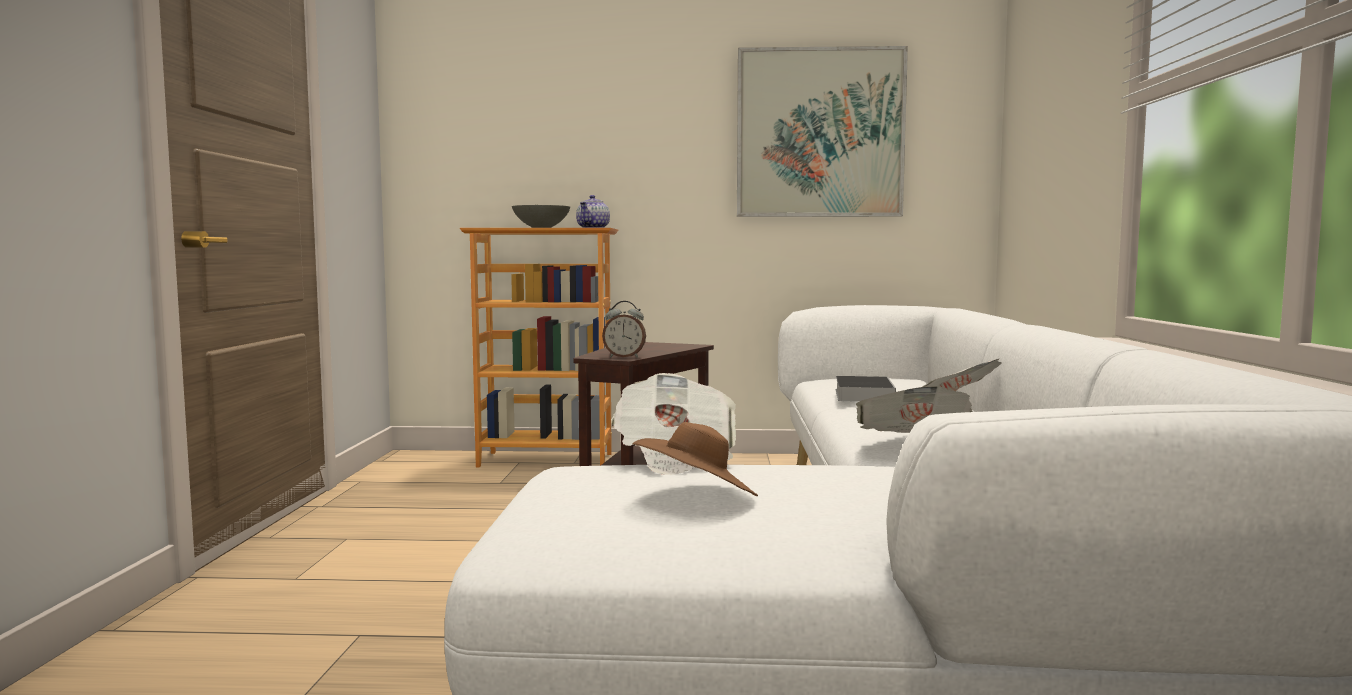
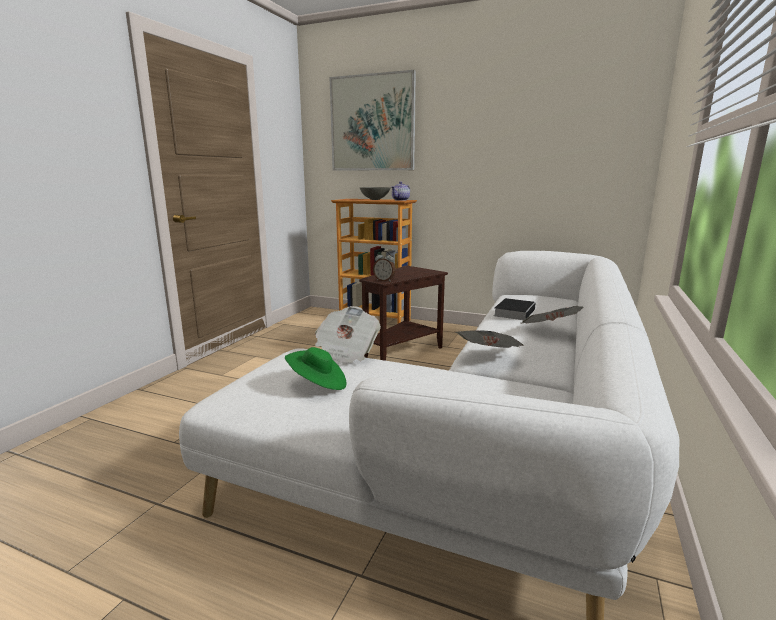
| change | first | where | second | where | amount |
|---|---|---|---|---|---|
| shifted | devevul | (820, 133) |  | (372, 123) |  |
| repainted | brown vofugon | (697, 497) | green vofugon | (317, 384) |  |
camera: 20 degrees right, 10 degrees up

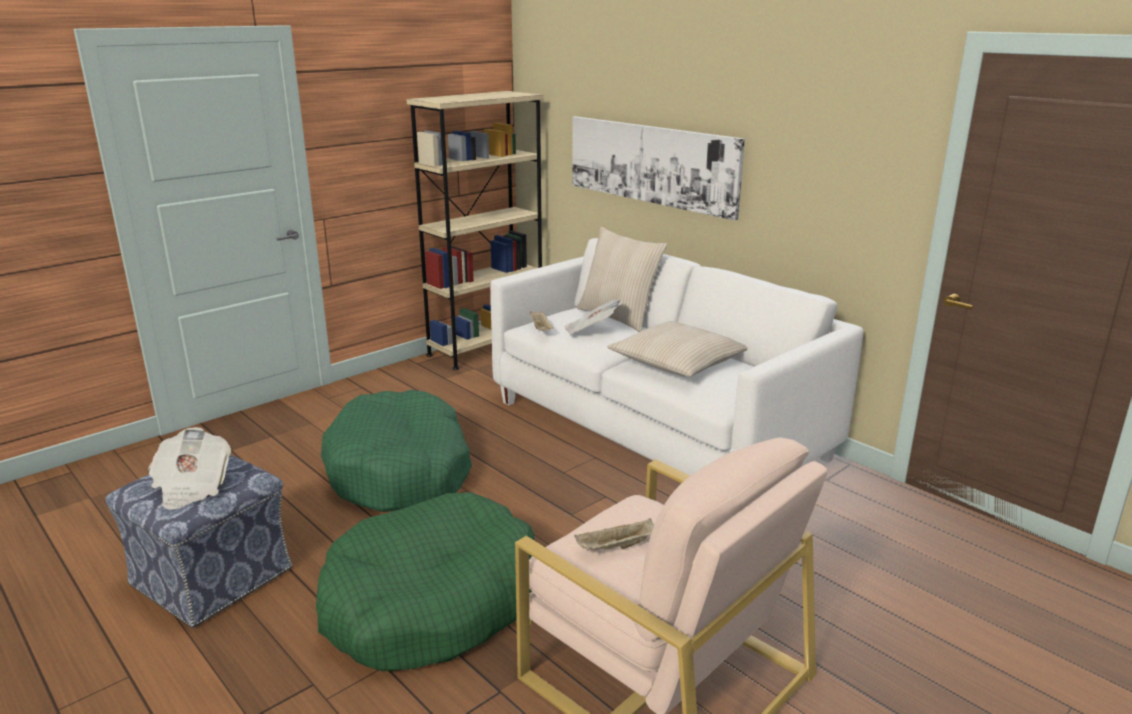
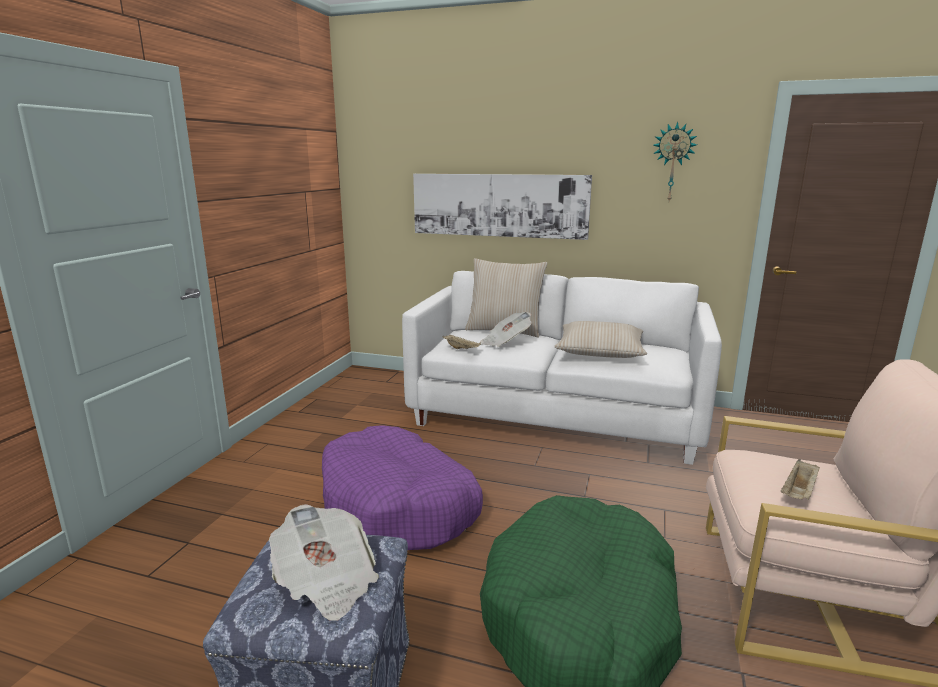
| change | first | where | second | where | amount |
|---|---|---|---|---|---|
| gone | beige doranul | (486, 347) |  |  |  |
| repainted | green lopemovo | (400, 471) | purple lopemovo | (398, 506) |  |
| new |  |  | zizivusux | (673, 163) |  |
camera: 30 degrees left, 5 degrees down

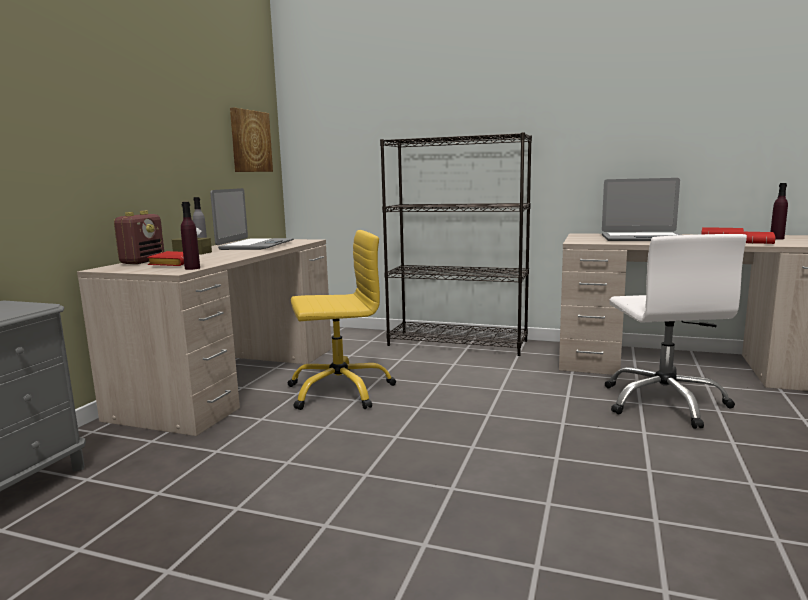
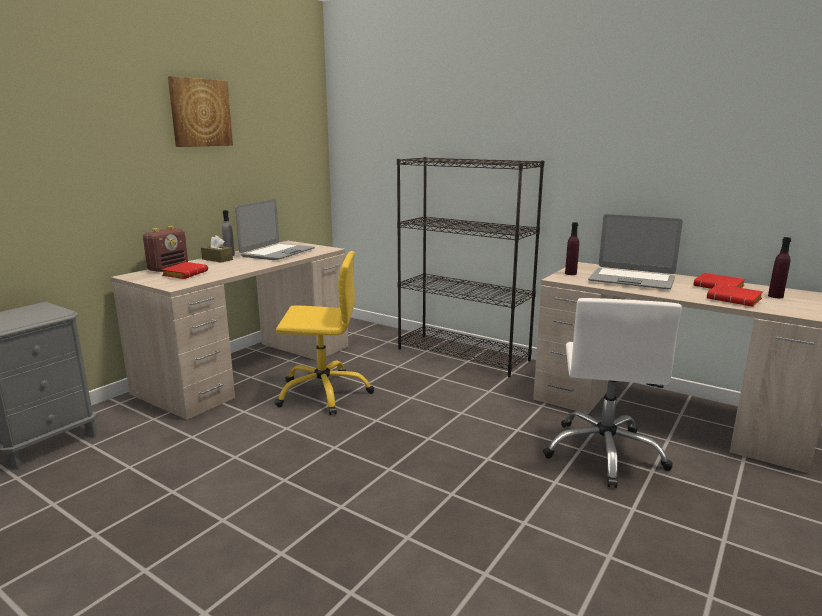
| change | first | where | second | where | amount |
|---|---|---|---|---|---|
| shifted | devevul | (250, 141) |  | (200, 113) |  |
| shifted | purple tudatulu | (192, 268) |  | (570, 273) |  |
camera: 15 degrees right, 5 degrees up

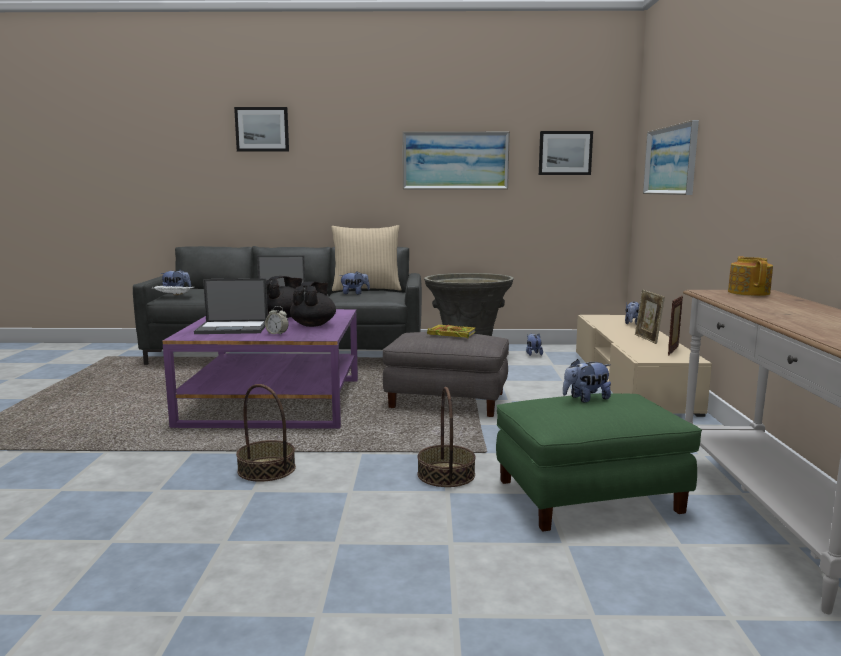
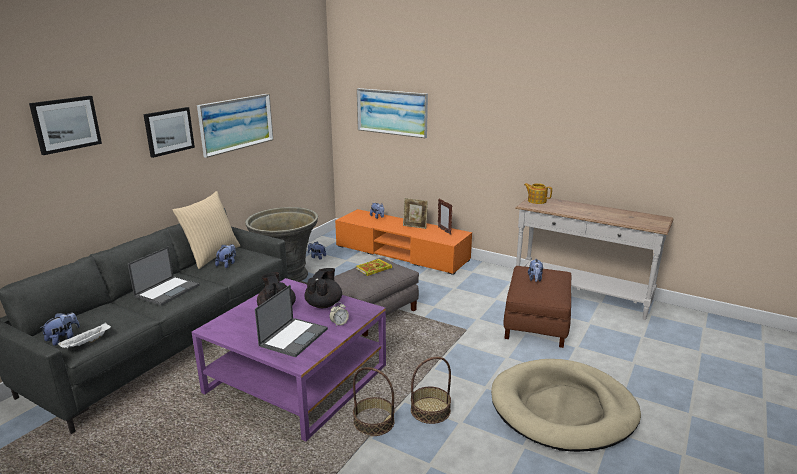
| change | first | where | second | where | amount |
|---|---|---|---|---|---|
| shifted | devevul | (565, 153) |  | (169, 131) |  |
| rotated | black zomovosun | (313, 325) |  | (324, 304) | 60 degrees clockwise |
| repainted | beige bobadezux | (630, 380) | orange bobadezux | (401, 253) |  |
| shifted | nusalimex | (446, 474) |  | (374, 422) |  |
| repainted | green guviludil | (588, 497) | brown guviludil | (537, 324) |  |
| new |  |  | beige lopemovo | (563, 408) |  |
camera: 60 degrees left, 10 degrees up

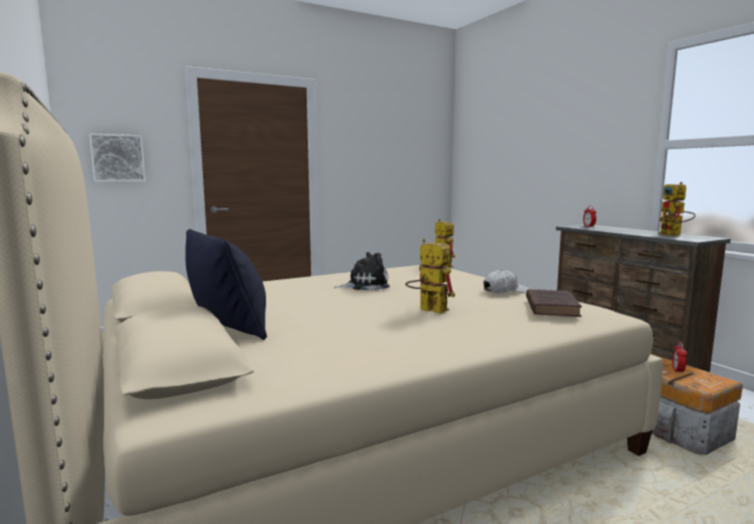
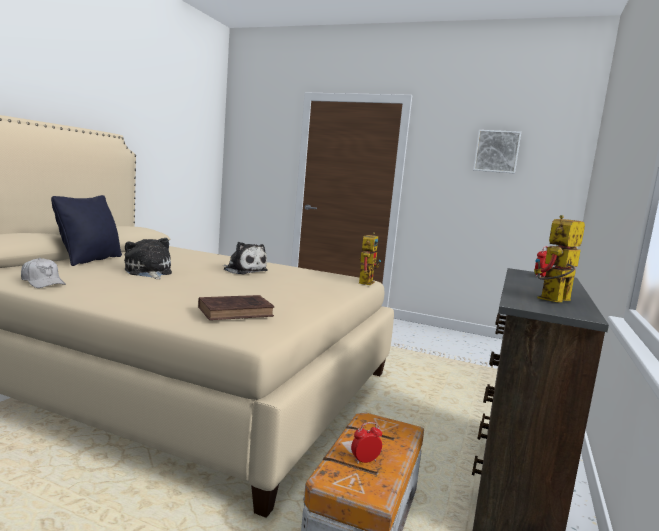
| change | first | where | second | where | amount |
|---|---|---|---|---|---|
| shifted | devevul | (118, 158) |  | (496, 151) |  |
| gone | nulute | (427, 309) |  |  |  |
| shifted | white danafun | (505, 291) |  | (43, 282) |  |
| new |  |  | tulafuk | (148, 272) |  |
camera: 50 degrees right, 0 degrees up

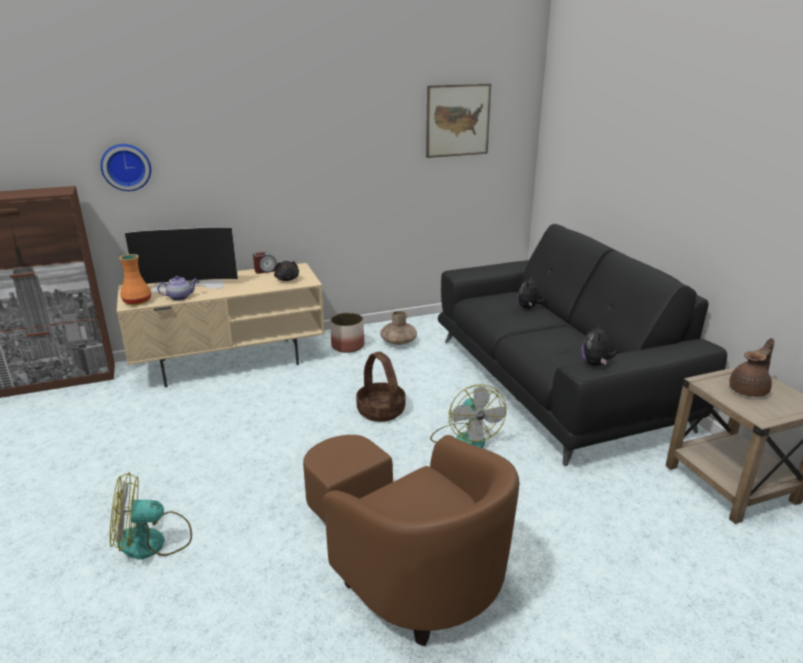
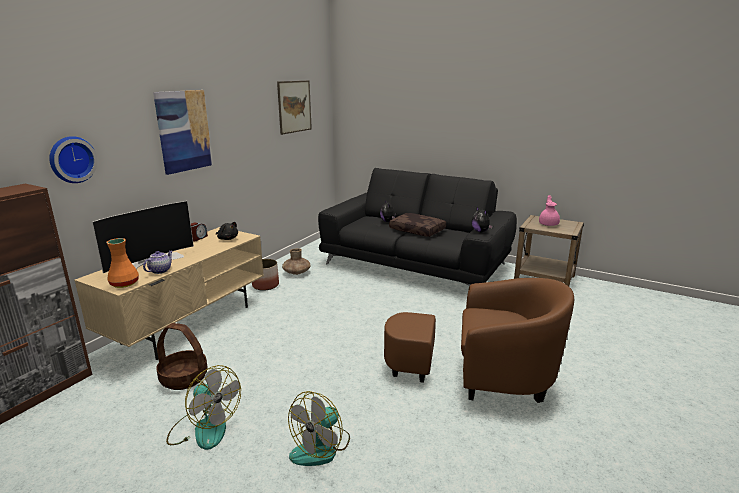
| change | first | where | second | where | amount |
|---|---|---|---|---|---|
| repainted | brown zomovosun | (749, 390) | pink zomovosun | (548, 224) |  |
| shifted | nusalimex | (381, 411) |  | (184, 378) |  |
| shifted | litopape | (465, 440) |  | (204, 428) |  |
| new |  |  | devevul | (184, 131) |  |
| new |  |  | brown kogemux | (418, 230) |  |
camera: 40 degrees left, 5 degrees down

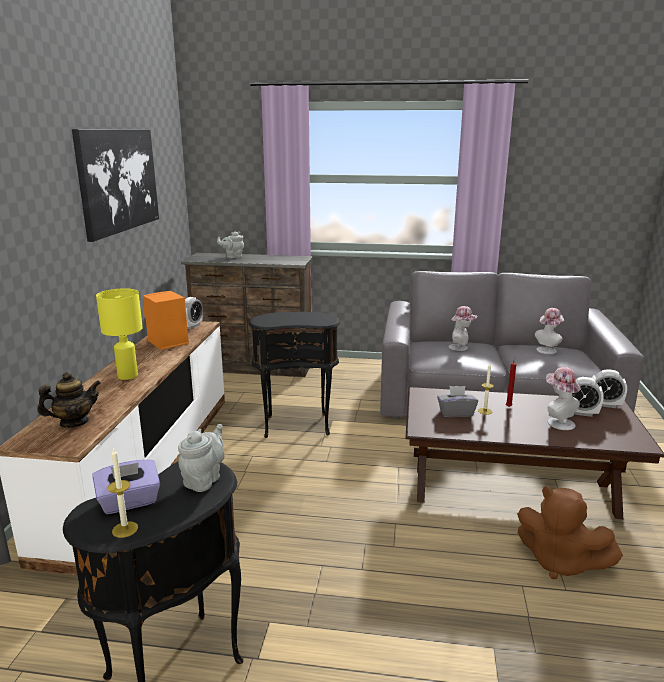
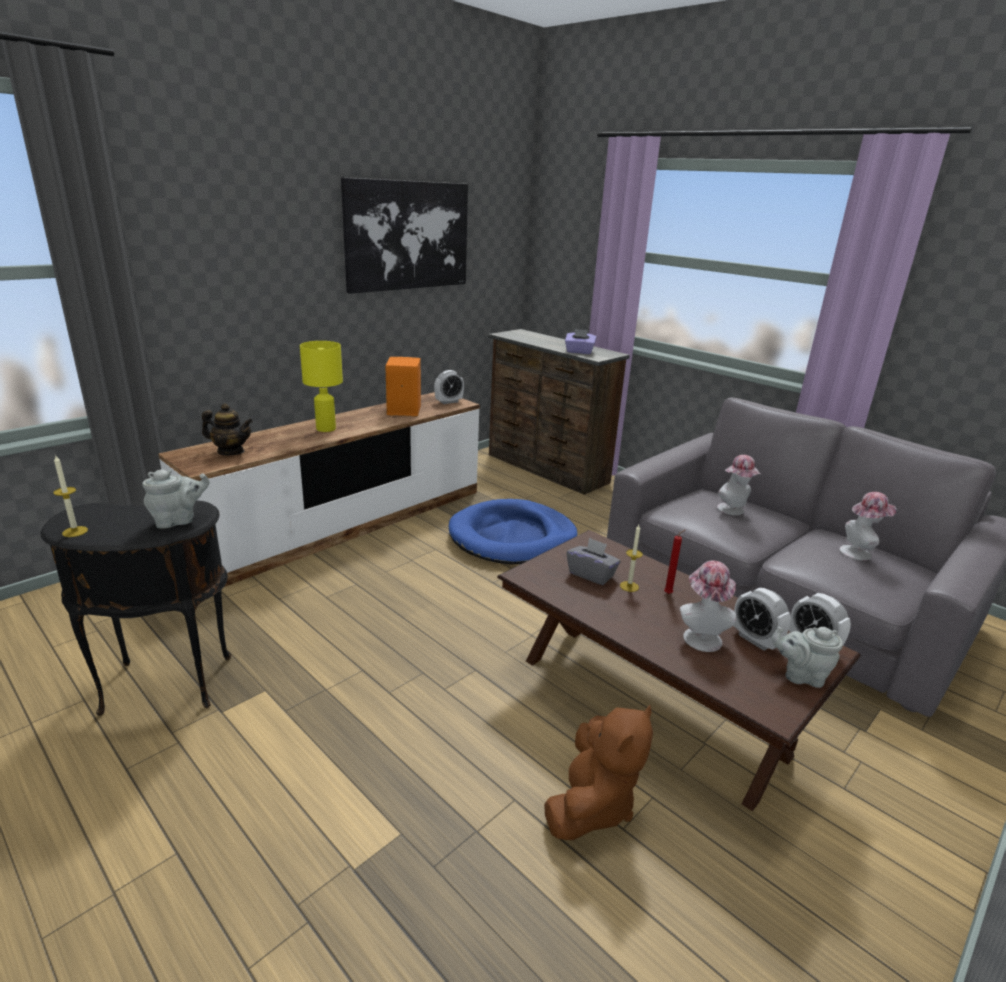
| change | first | where | second | where | amount |
|---|---|---|---|---|---|
| shifted | grey zomovosun | (232, 257) |  | (800, 675) |  |
| swapped | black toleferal | (297, 424) | blue lopemovo | (512, 537) |  |
| shifted | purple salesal | (129, 502) |  | (579, 352) |  |
| rotated | brown tulafuk | (559, 562) |  | (592, 805) | 135 degrees counterclockwise |
camera: 35 degrees right, 5 degrees up

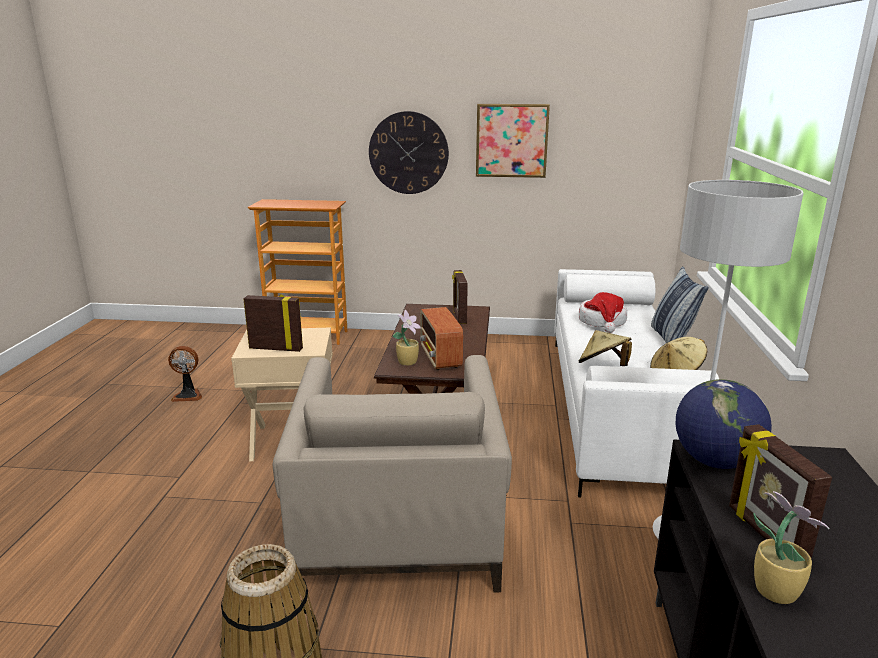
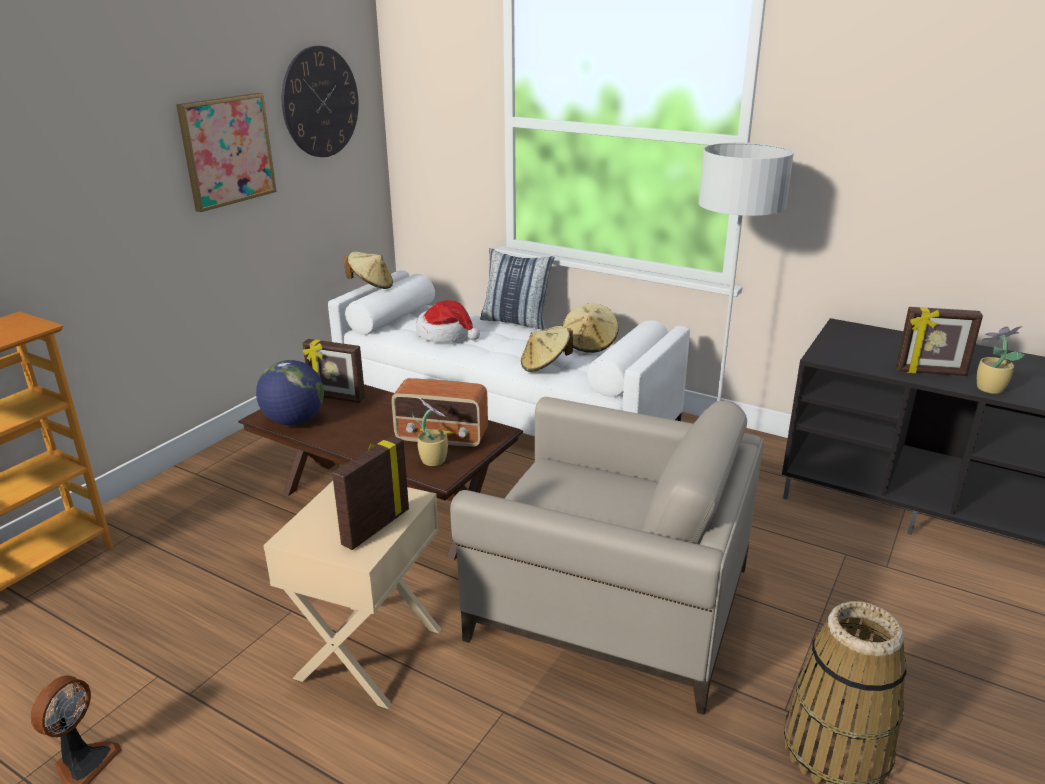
| change | first | where | second | where | amount |
|---|---|---|---|---|---|
| shifted | zizivusux | (408, 153) |  | (320, 102) |  |
| shifted | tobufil | (715, 461) |  | (294, 421) |  |
| new |  |  | beige vofugon | (371, 286) |  |
camera: 65 degrees left, 5 degrees up

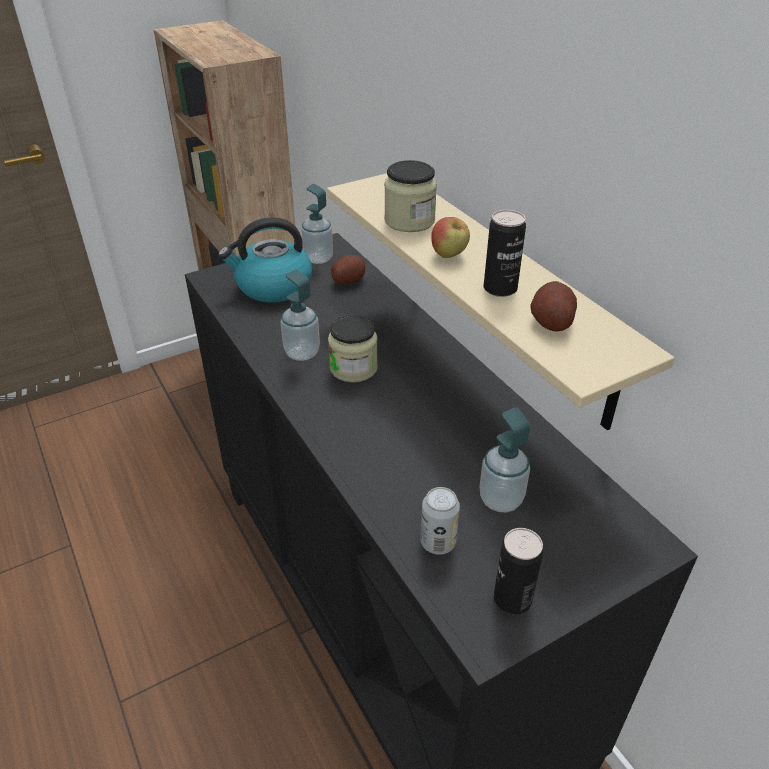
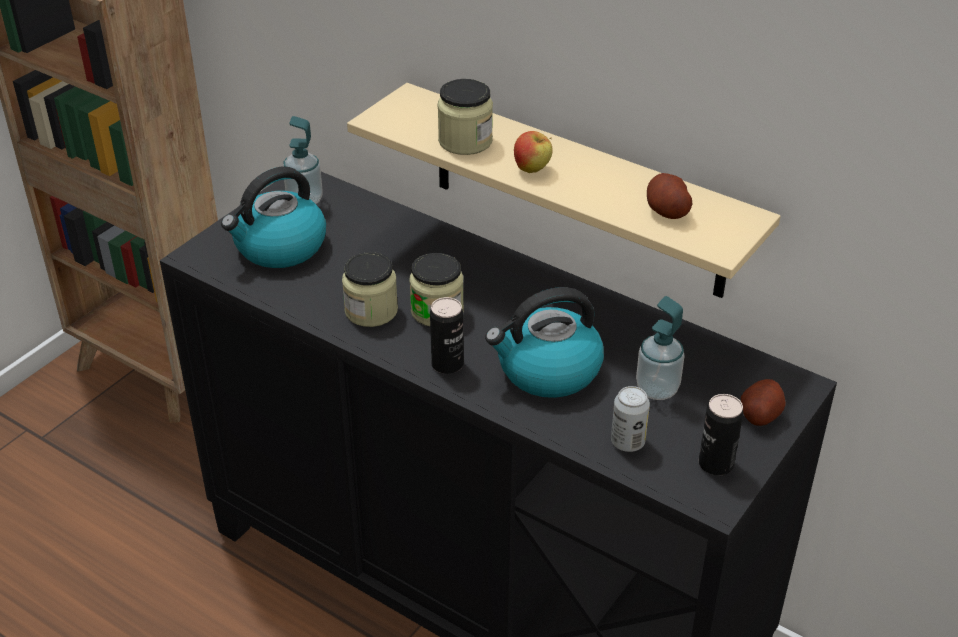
| change | first | where | second | where | amount |
|---|---|---|---|---|---|
| shifted | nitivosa | (500, 288) |  | (447, 364) |  |
| shifted | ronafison | (348, 280) |  | (760, 415) |  |
| swapped | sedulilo | (302, 353) | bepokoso | (371, 311) |  |
| new |  |  | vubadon | (547, 371) |  |
camera: 25 degrees left, 0 degrees up

